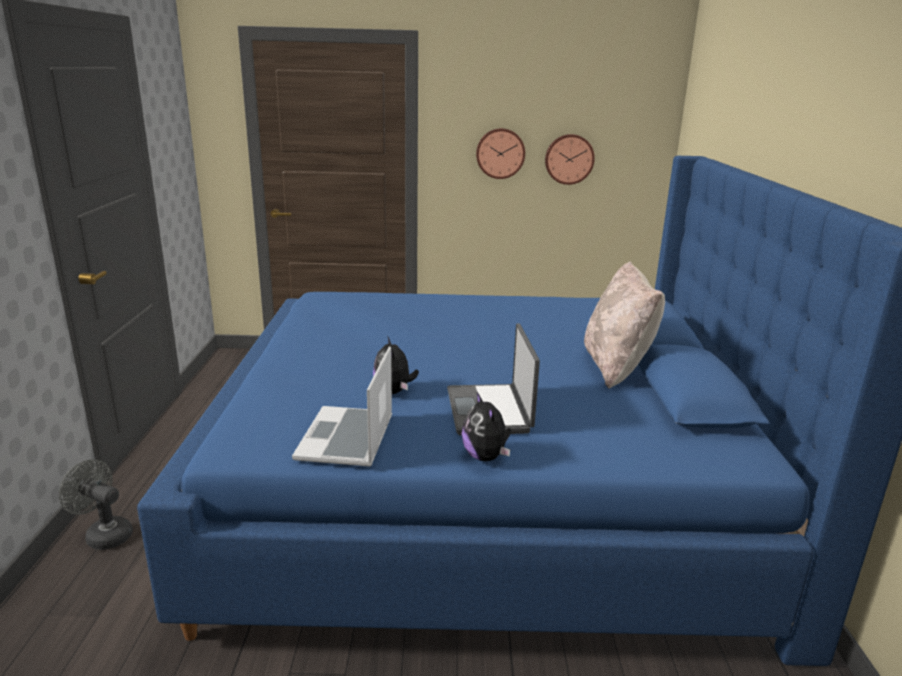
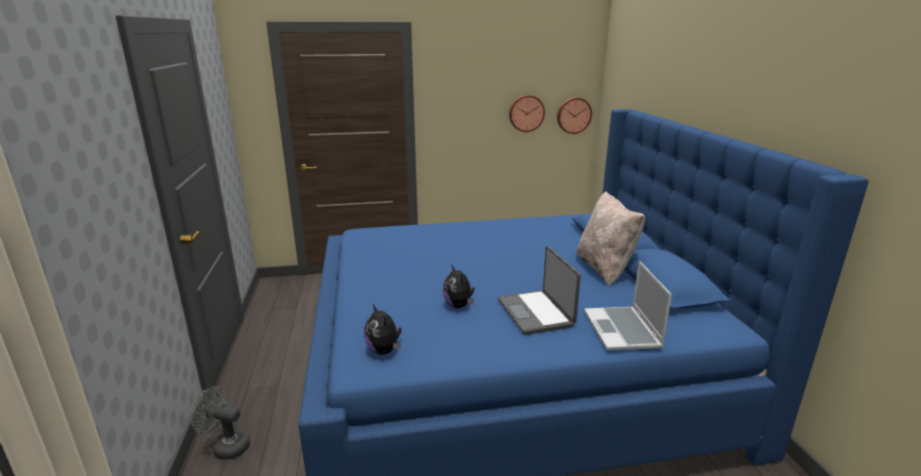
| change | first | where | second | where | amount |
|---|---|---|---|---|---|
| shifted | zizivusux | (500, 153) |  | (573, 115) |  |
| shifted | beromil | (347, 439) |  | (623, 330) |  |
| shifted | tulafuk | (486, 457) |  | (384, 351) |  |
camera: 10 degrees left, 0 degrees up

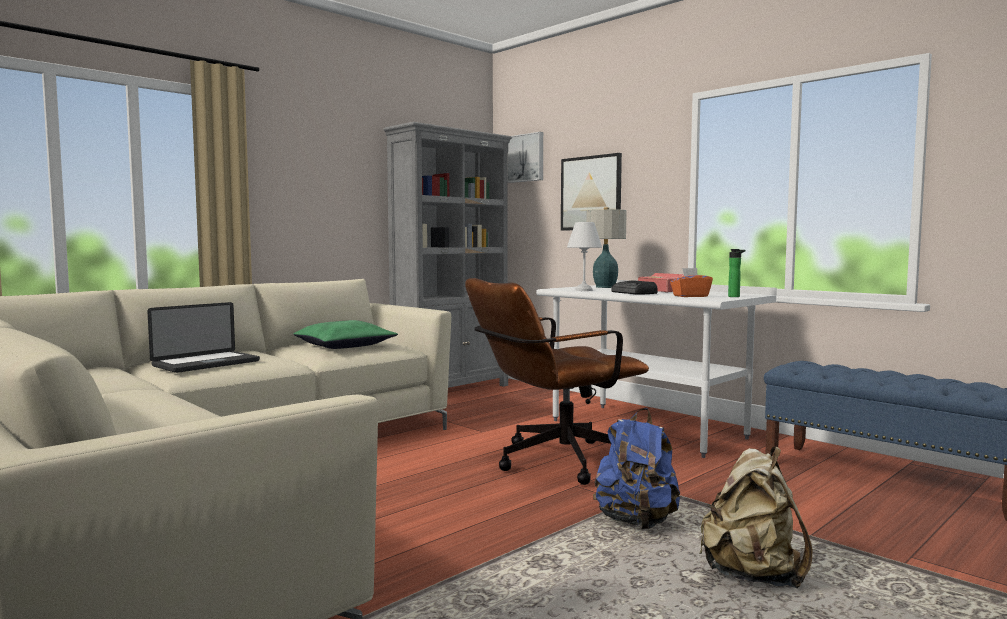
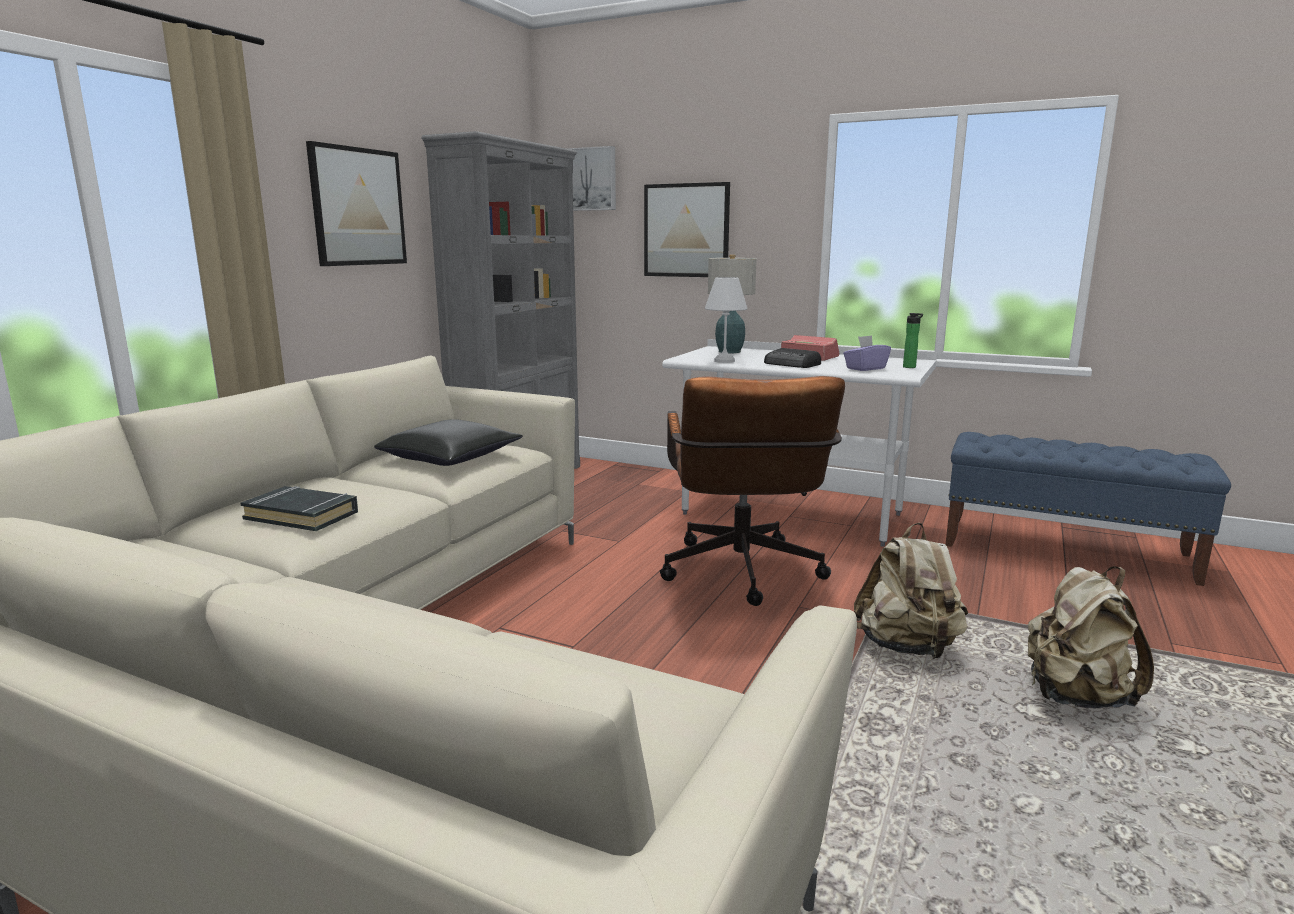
| change | first | where | second | where | amount |
|---|---|---|---|---|---|
| repainted | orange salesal | (690, 296) | purple salesal | (865, 368) |  |
| rotated | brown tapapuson | (553, 462) |  | (742, 576) | 45 degrees counterclockwise |
| swapped | beromil | (206, 363) | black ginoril | (302, 515) |  |
| repainted | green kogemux | (345, 346) | black kogemux | (451, 457) |  |
| repainted | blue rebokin | (636, 522) | beige rebokin | (907, 647) |  |
| new |  |  | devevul | (358, 207) |  |
camera: 20 degrees left, 10 degrees up

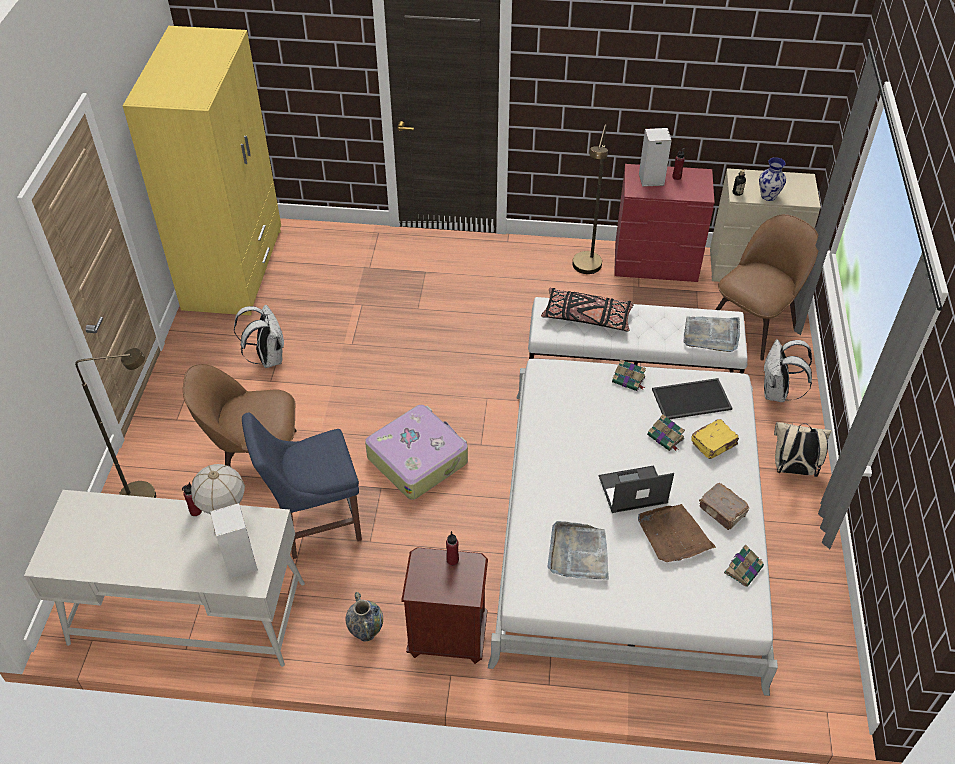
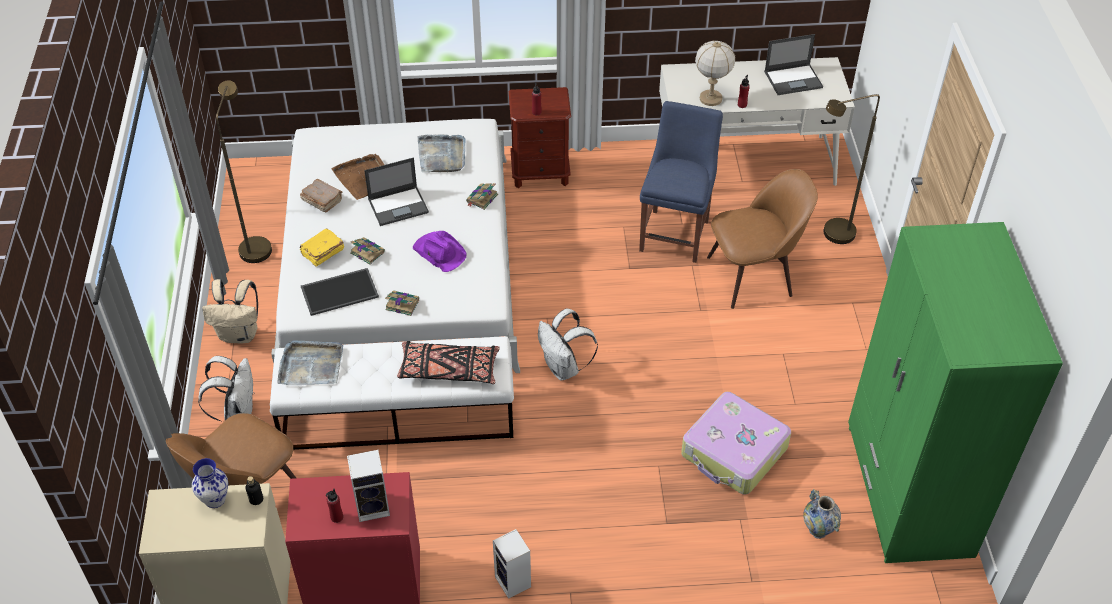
| change | first | where | second | where | amount |
|---|---|---|---|---|---|
| repainted | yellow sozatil | (234, 269) | green sozatil | (907, 491) |  |
| shifted | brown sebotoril | (586, 270) |  | (256, 244) |  |
| shifted | white rebokin | (267, 358) |  | (564, 368) |  |
| shifted | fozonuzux | (418, 459) |  | (734, 452) |  |
| rotated | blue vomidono | (314, 524) |  | (676, 233) | 45 degrees counterclockwise |
| shifted | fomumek | (239, 561) |  | (514, 583) |  |
| shifted | ginoril | (744, 569) |  | (481, 199) |  |
| shifted | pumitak | (366, 633) |  | (818, 530) |  |
| new |  |  | beromil | (793, 79) |  |
| new |  |  | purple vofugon | (439, 252) |  |
camera: 170 degrees right, 0 degrees up

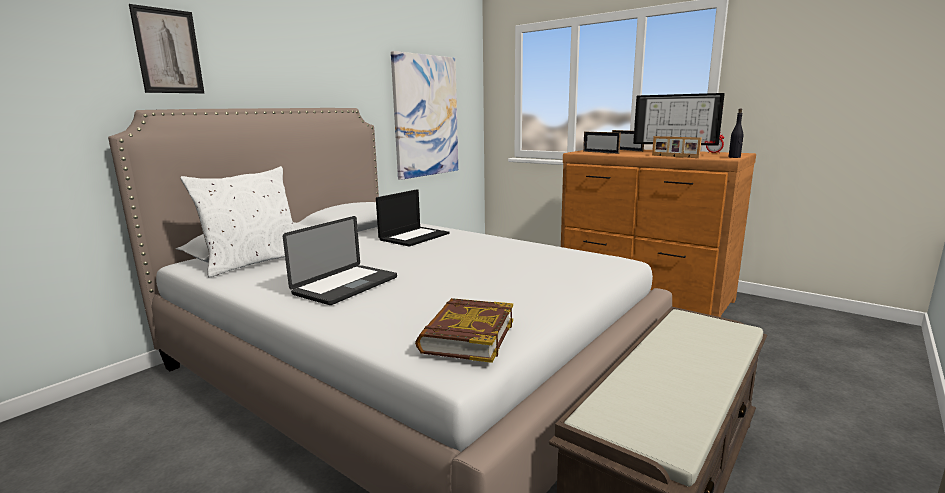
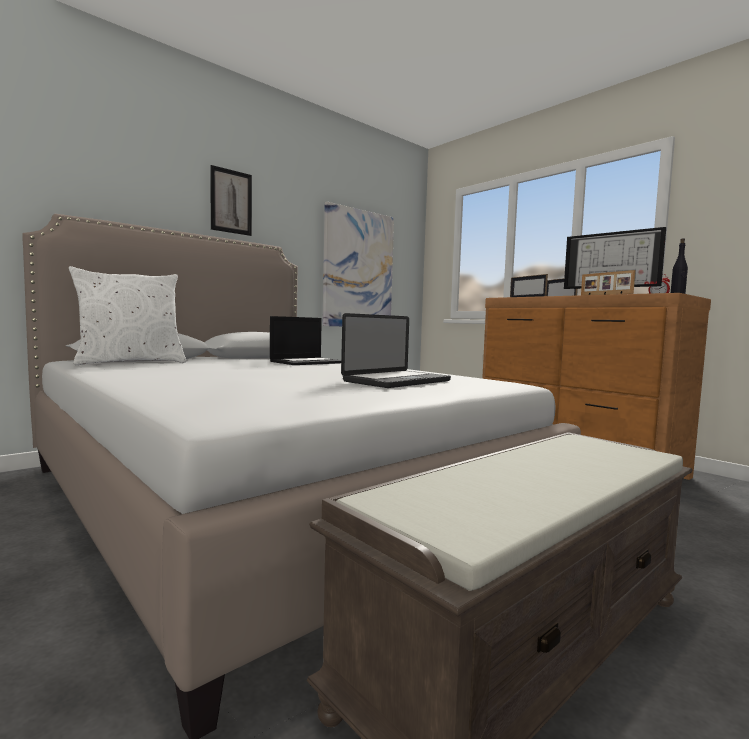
| change | first | where | second | where | amount |
|---|---|---|---|---|---|
| shifted | devevul | (168, 51) |  | (231, 201) |  |
| shifted | beromil | (346, 286) |  | (397, 381) |  |
| gone | ginoril | (467, 336) |  |  |  |
camera: 10 degrees right, 10 degrees down

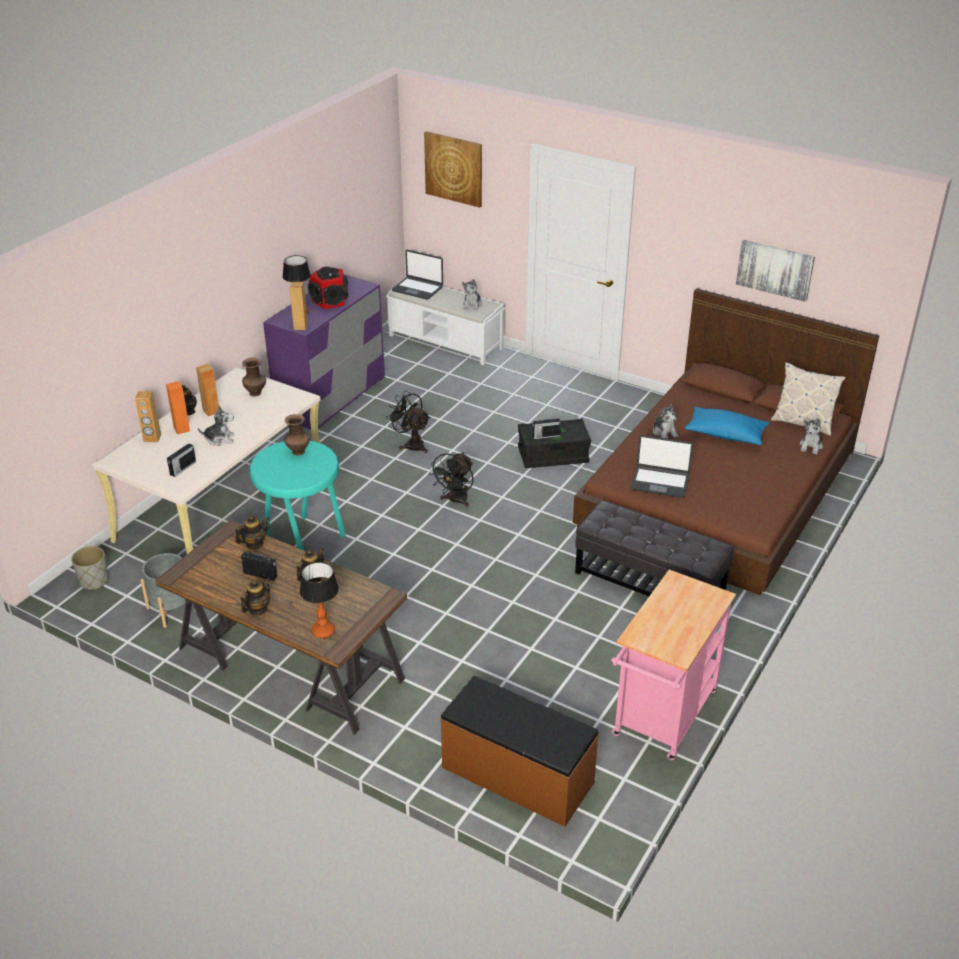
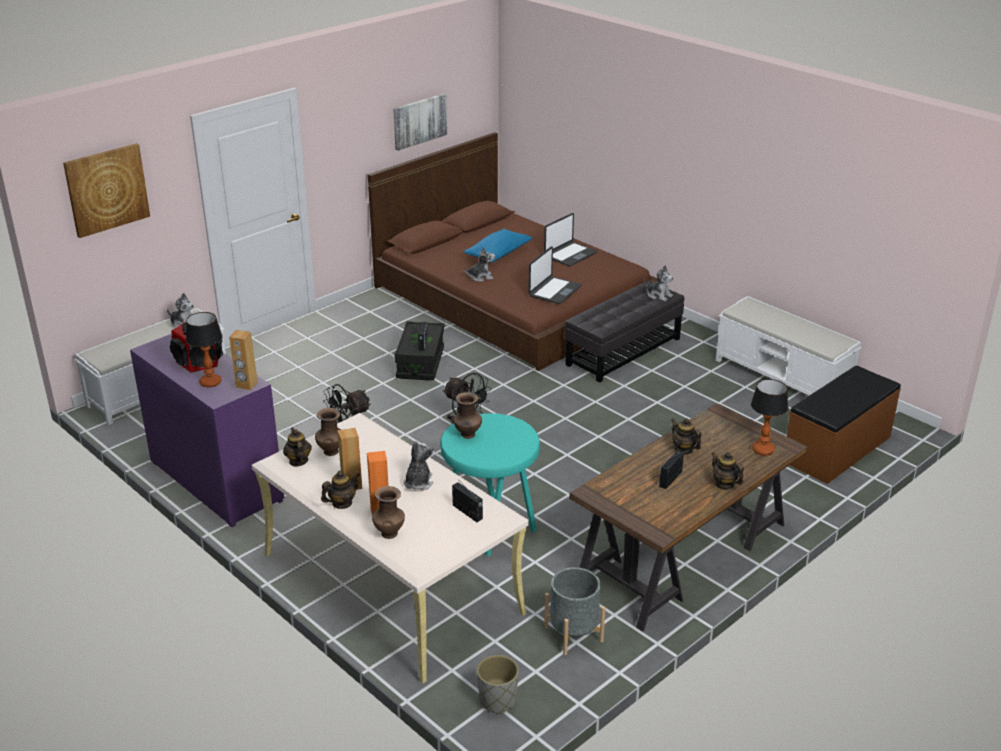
| change | first | where | second | where | amount |
|---|---|---|---|---|---|
| shifted | beromil | (418, 289) |  | (570, 255) |  |
| gone | kogemux | (803, 423) |  |  |  |
| swapped | brown fomumek | (152, 438) | brown pumitak | (389, 533) |  |
| shifted | tulafuk | (811, 446) |  | (658, 295) |  |
| shifted | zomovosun | (254, 544) |  | (298, 461) |  |
| swapped | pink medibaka | (662, 719) | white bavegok | (783, 377) |  |
camera: 75 degrees left, 5 degrees down

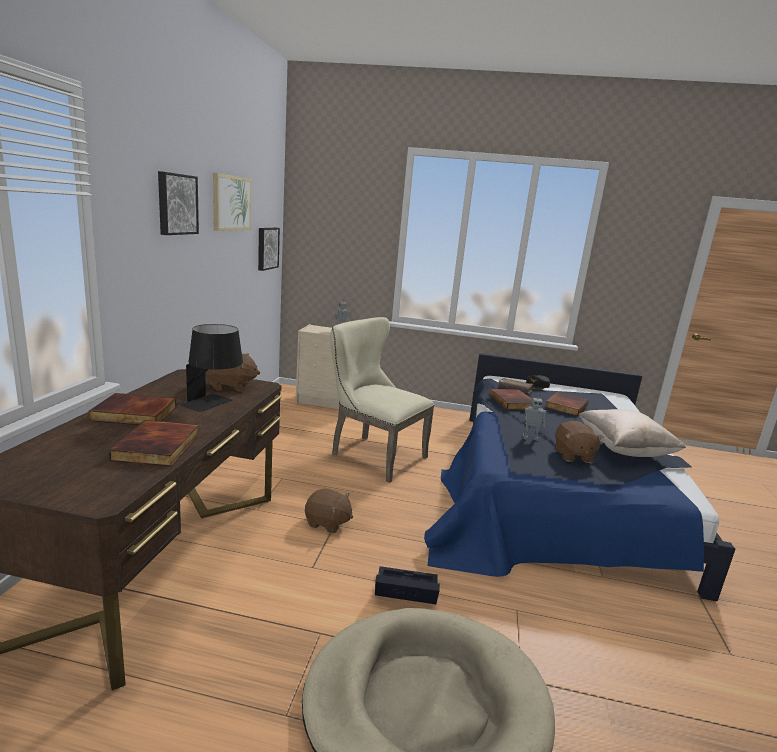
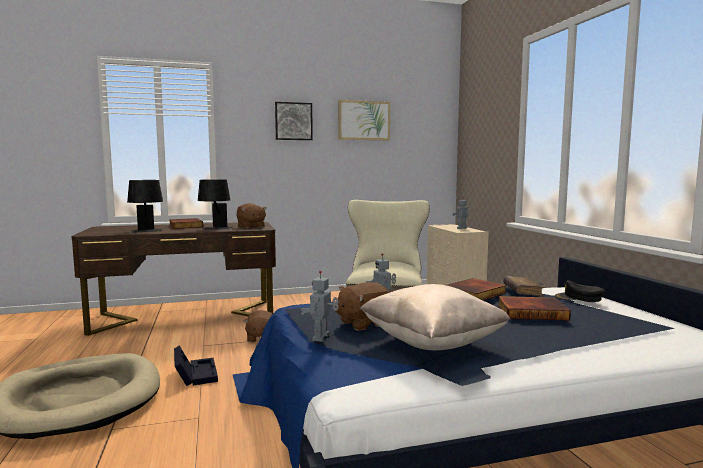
| change | first | where | second | where | amount |
|---|---|---|---|---|---|
| gone | devevul | (267, 248) |  |  |  |
| swapped | ginoril | (159, 447) | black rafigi | (147, 231) |  |
| new |  |  | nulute | (322, 338) |  |
camera: 65 degrees right, 10 degrees down

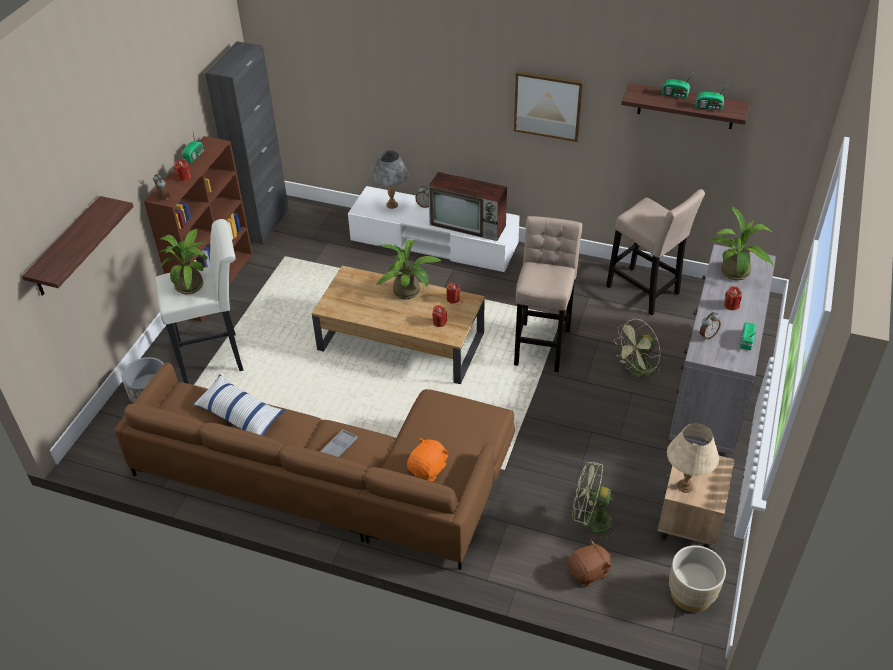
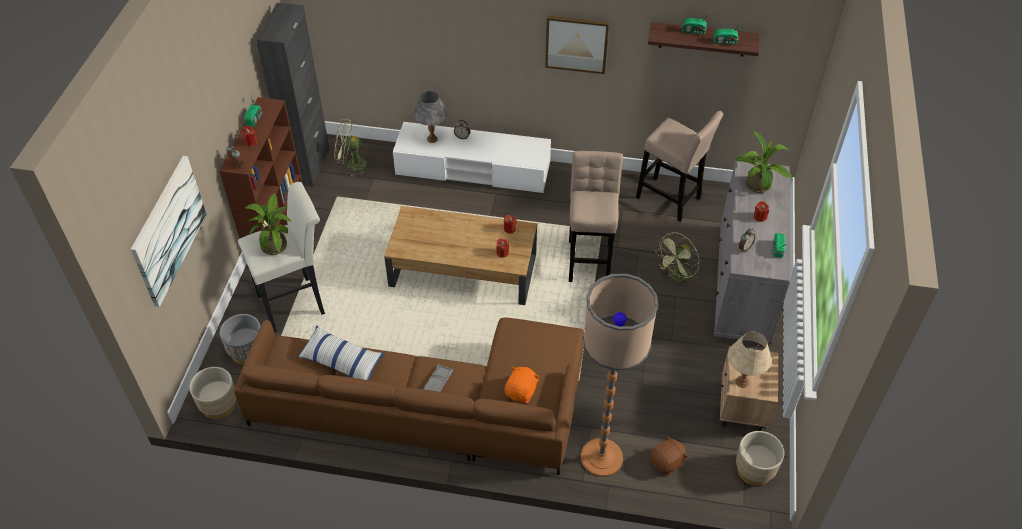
| change | first | where | second | where | amount |
|---|---|---|---|---|---|
| gone | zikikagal | (469, 225) |  |  |  |
| swapped | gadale | (67, 248) | devevul | (168, 230) |  |
| gone | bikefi | (410, 292) |  |  |  |
| shifted | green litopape | (590, 521) |  | (351, 165) |  |
| new |  |  | sebotoril | (601, 457) |  |
| new |  |  | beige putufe | (219, 405) |  |
camera: 10 degrees left, 5 degrees up

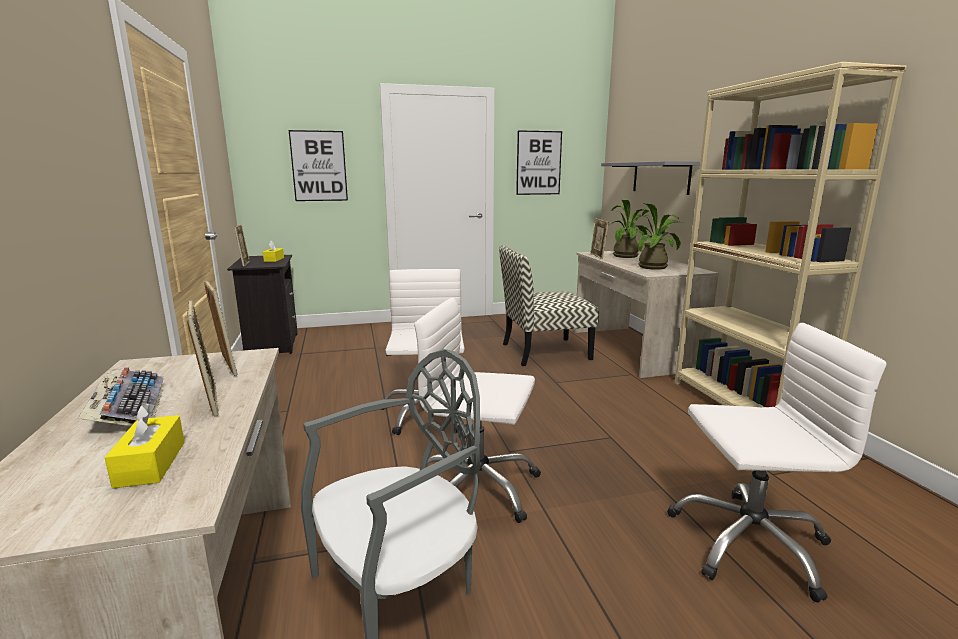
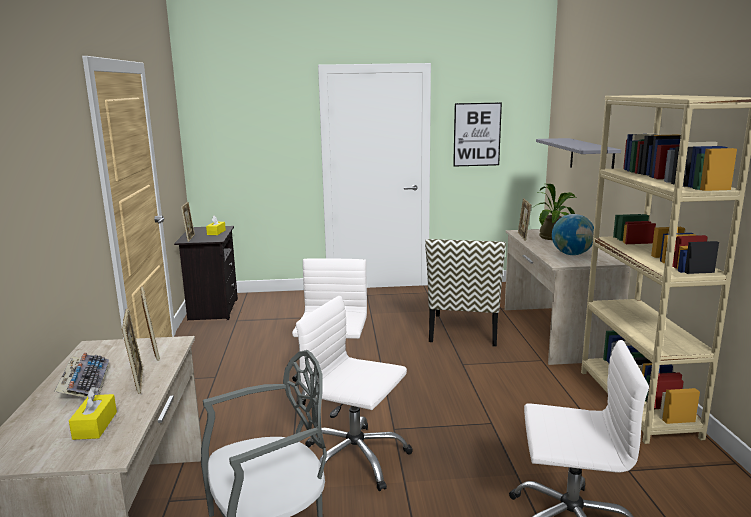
| change | first | where | second | where | amount |
|---|---|---|---|---|---|
| gone | devevul | (319, 166) |  |  |  |
| swapped | bikefi | (655, 267) | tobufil | (571, 254) |  |
| rotated | vomidono | (544, 352) |  | (464, 330) | 75 degrees counterclockwise |
camera: 10 degrees right, 0 degrees up

